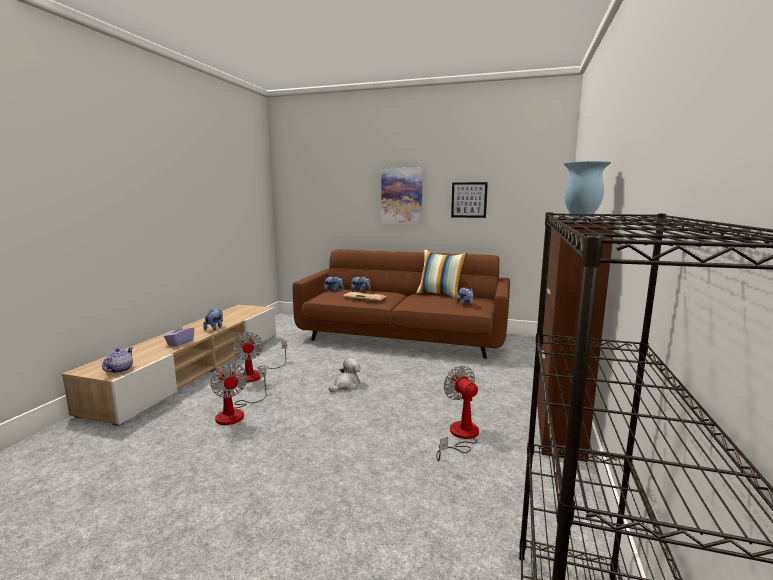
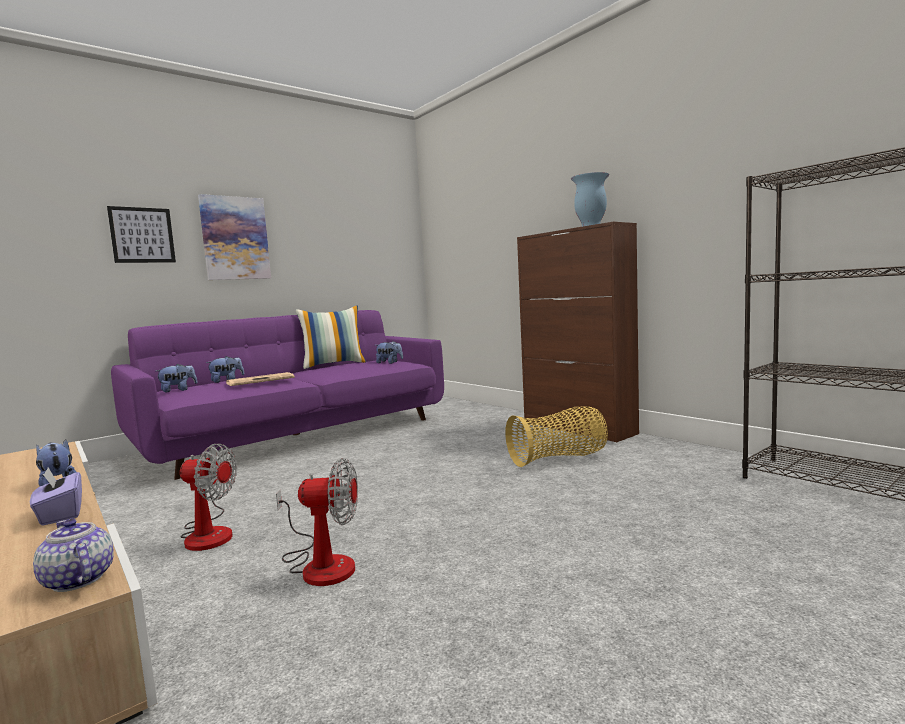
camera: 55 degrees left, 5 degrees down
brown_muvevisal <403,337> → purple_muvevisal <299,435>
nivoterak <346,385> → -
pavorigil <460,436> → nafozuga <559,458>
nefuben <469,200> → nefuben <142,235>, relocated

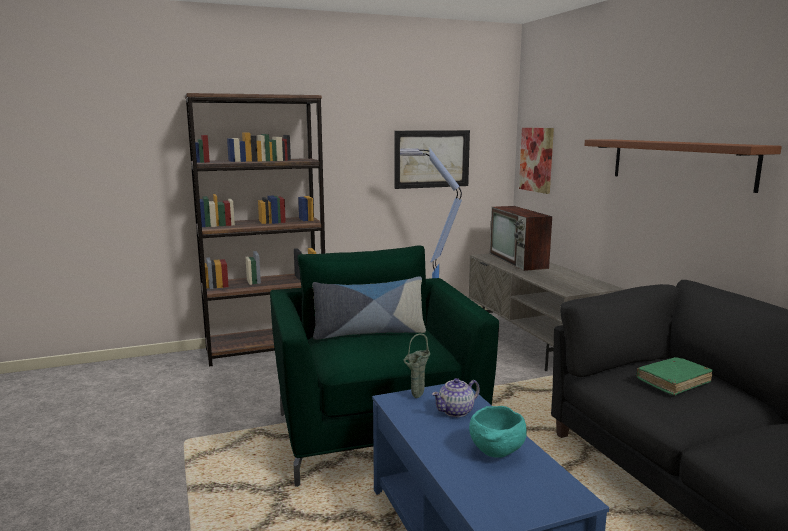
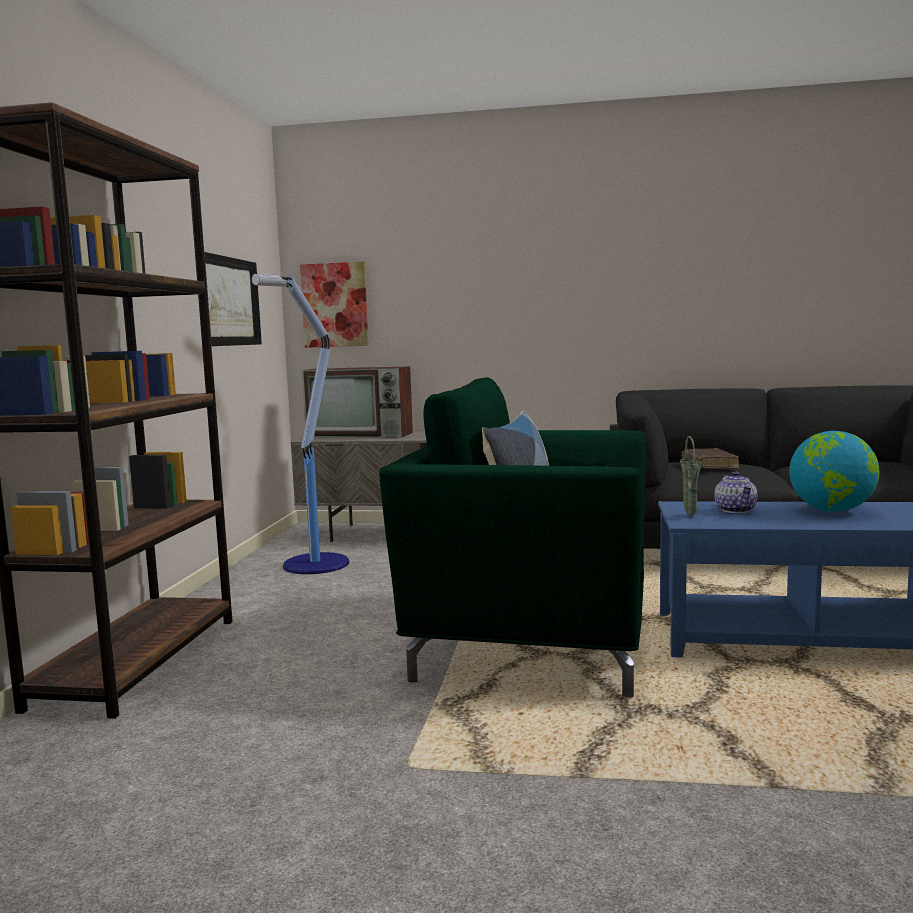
camera: 60 degrees left, 5 degrees down
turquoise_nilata <496,453> → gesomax <832,511>
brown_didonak <679,162> → -
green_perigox <673,382> → brown_perigox <709,466>

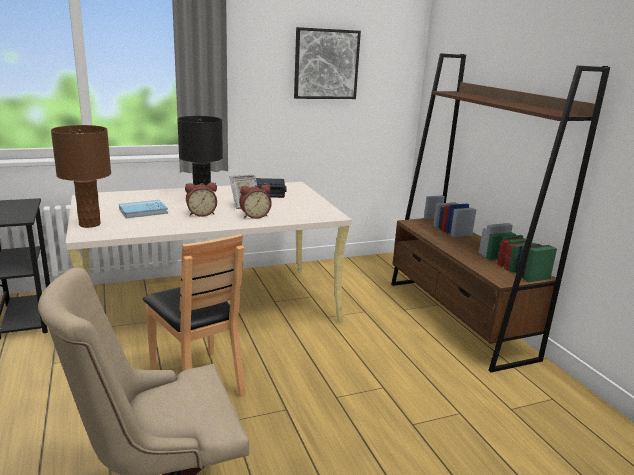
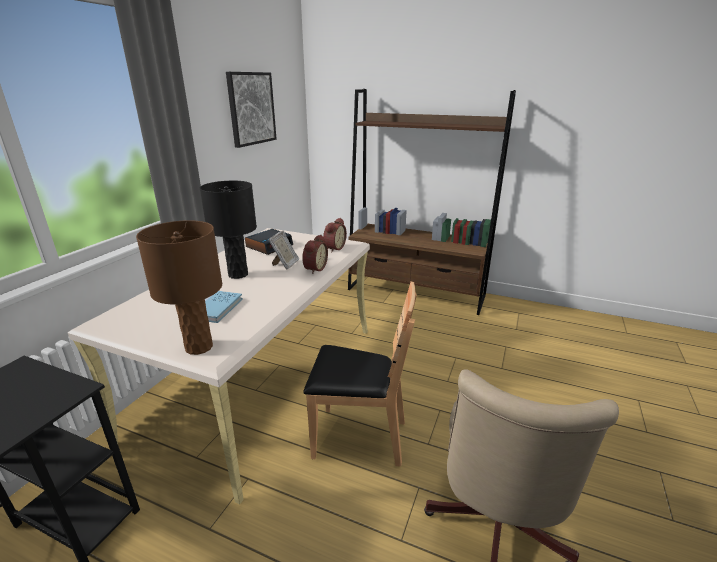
camera: 45 degrees left, 5 degrees up
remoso <201,213> → remoso <333,248>, relocated

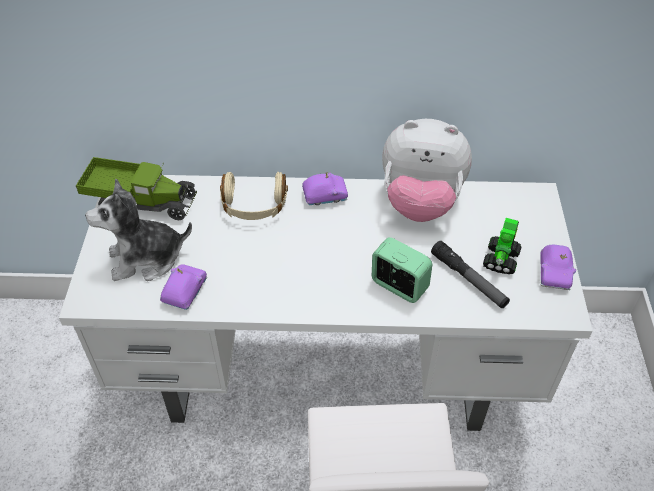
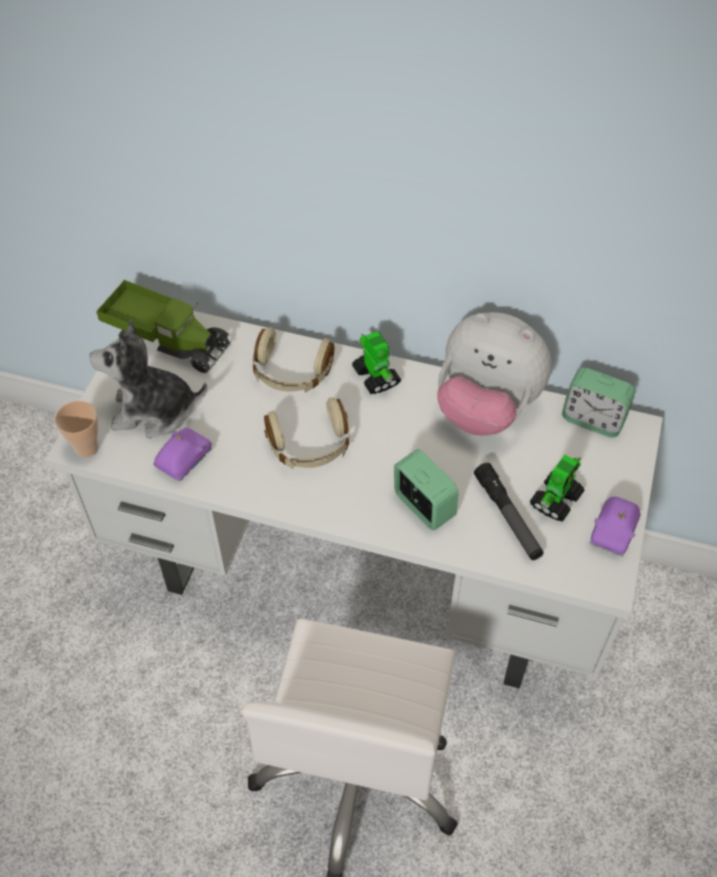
camera: 15 degrees right, 5 degrees up
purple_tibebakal <324,196> → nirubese <376,376>
- → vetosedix <87,448>
- → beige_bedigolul <310,446>
- → remoso <593,419>

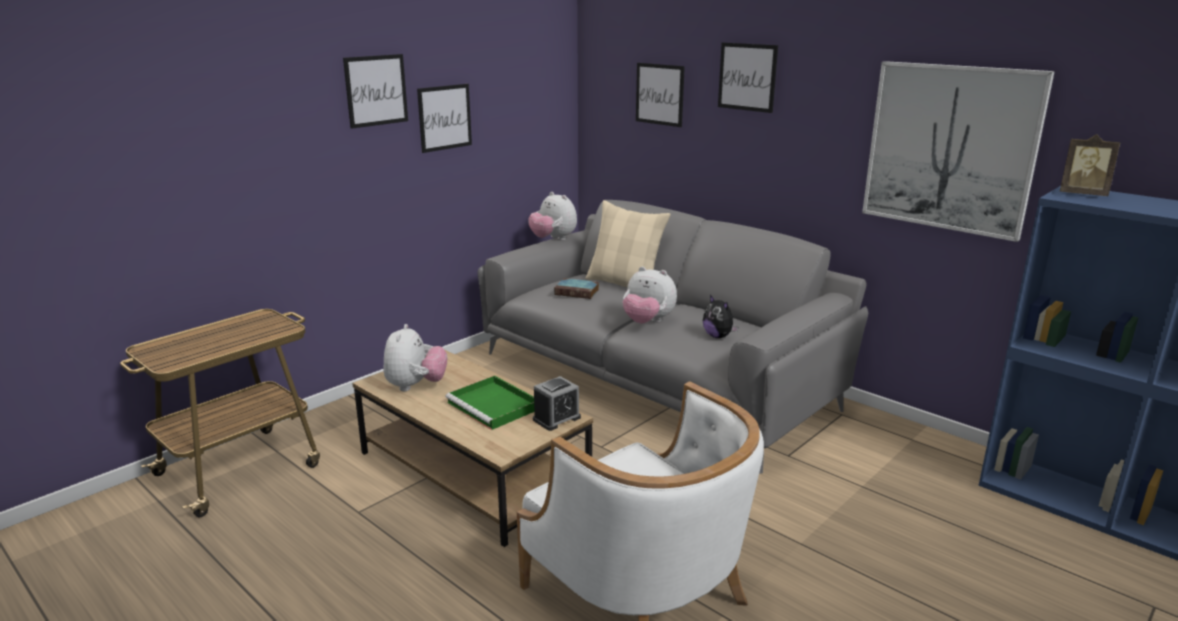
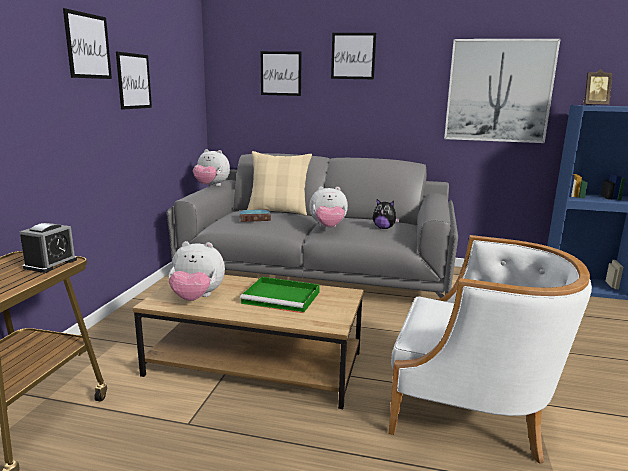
camera: 30 degrees left, 5 degrees down
nivoterak <415,386> → nivoterak <197,298>, 120 degrees clockwise
remoso <556,418> → remoso <50,264>, relocated

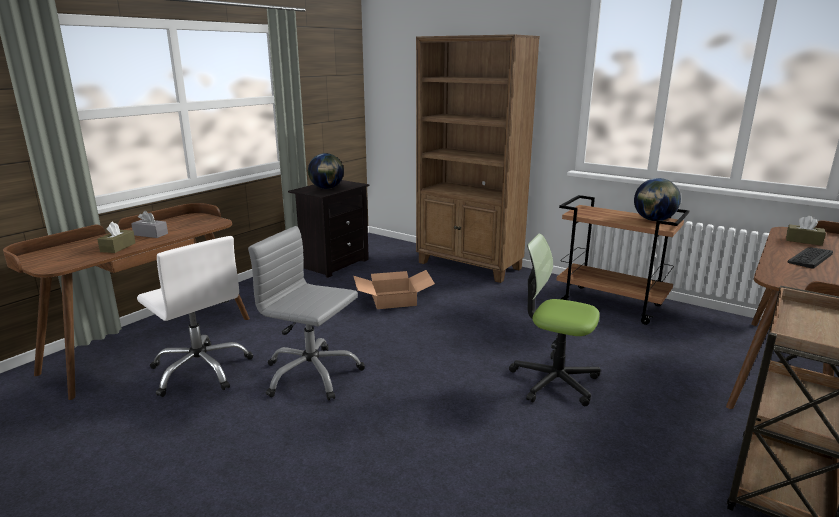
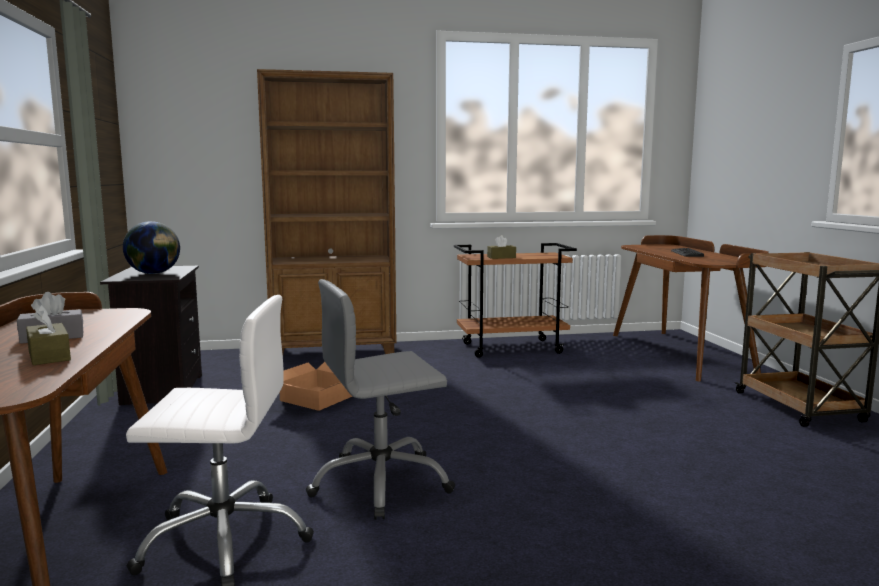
camera: 45 degrees left, 10 degrees down
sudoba <554,381> → -
gesomax <653,220> → -
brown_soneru <803,241> → brown_soneru <501,257>, relocated

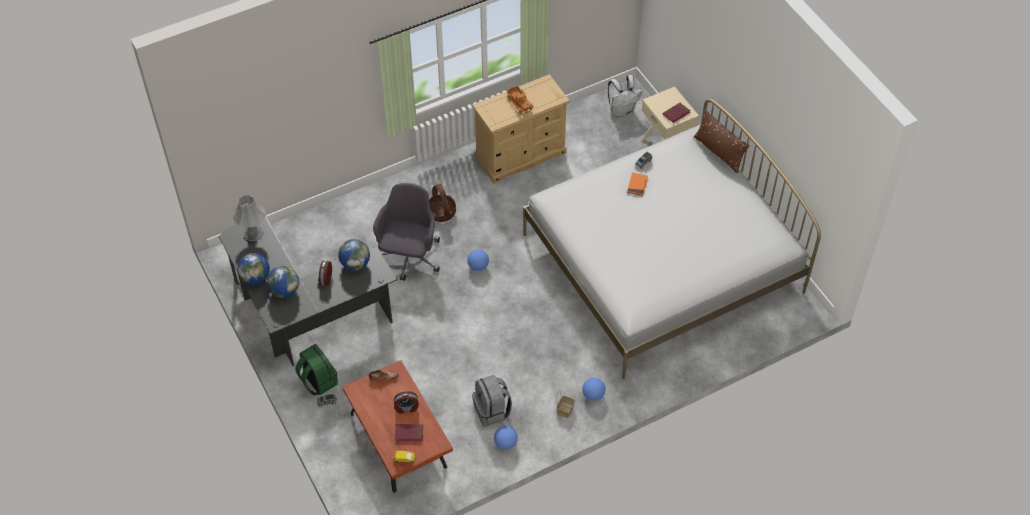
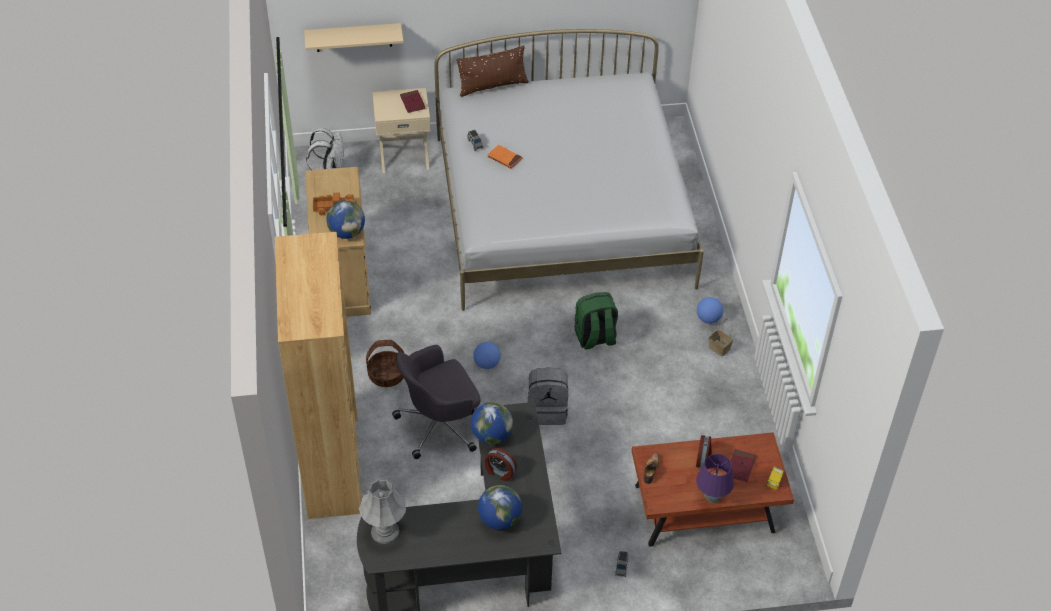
camera: 70 degrees left, 5 degrees down
gesomax <255,278> → gesomax <347,233>, relocated
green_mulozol <318,381> → green_mulozol <595,338>, relocated
grey_sudoba <409,257> → grey_sudoba <440,425>, 60 degrees counterclockwise
grey_mulozol <492,410> → grey_mulozol <547,410>, relocated
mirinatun <505,443> → -
- → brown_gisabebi <333,464>
- → beige_didonak <353,37>
- → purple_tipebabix <712,497>

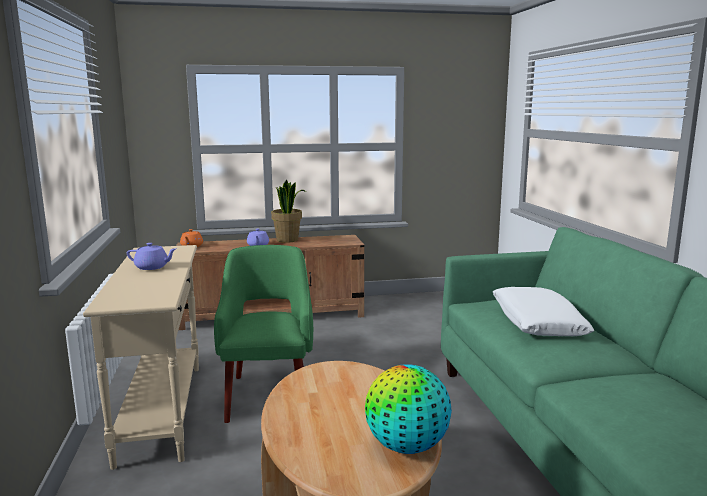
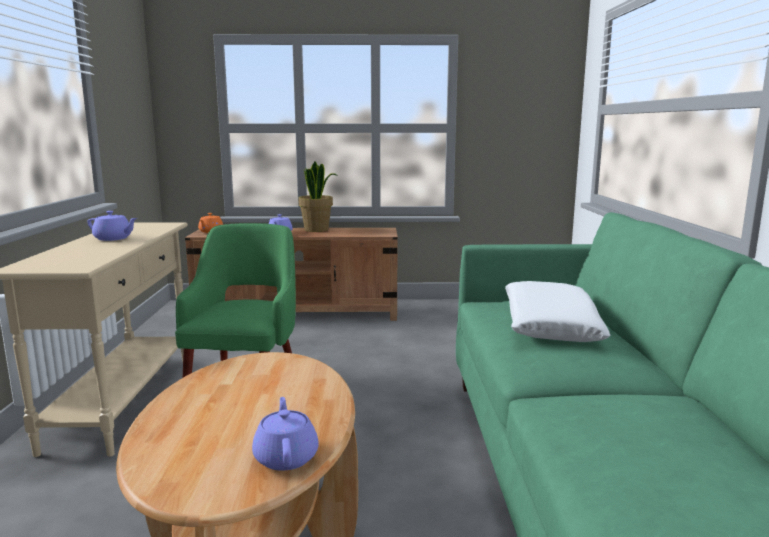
camera: 10 degrees right, 0 degrees up
gesomax <406,446> → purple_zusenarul <286,457>

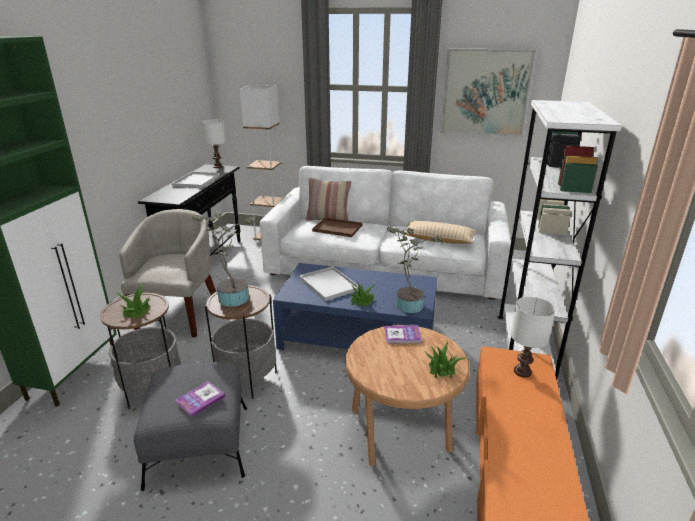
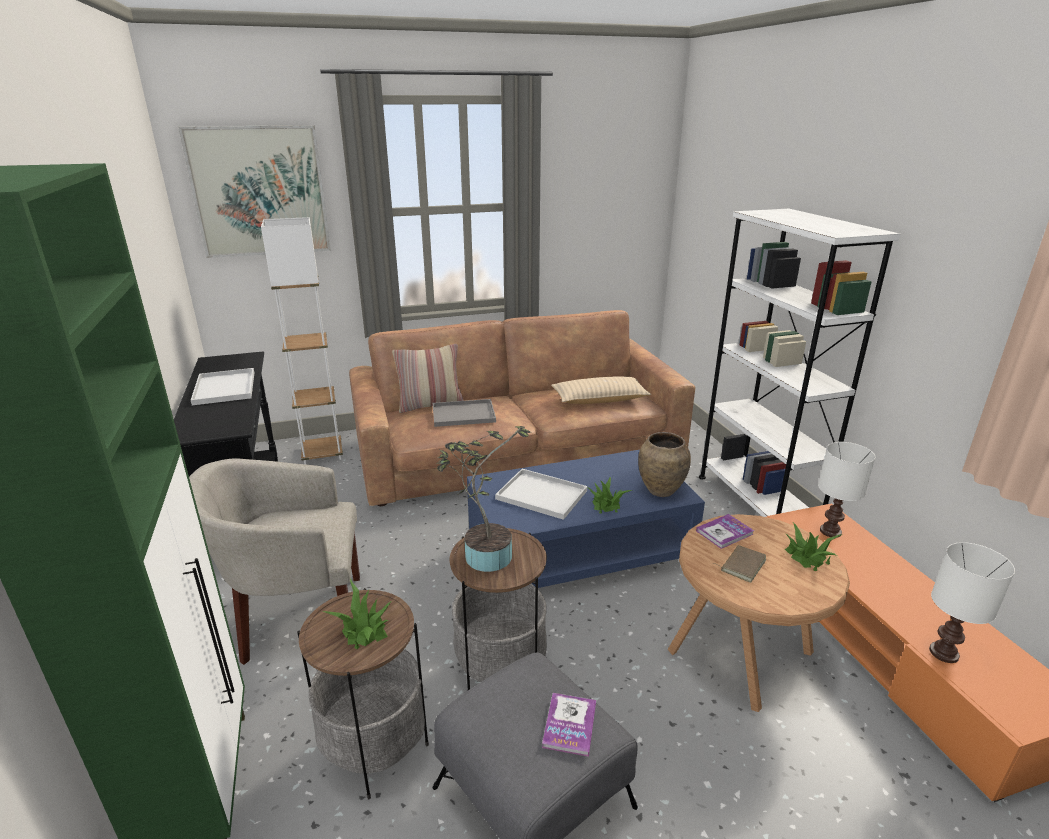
camera: 30 degrees left, 0 degrees up
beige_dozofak <179,315> → beige_dozofak <297,615>, 75 degrees counterclockwise
white_tipebabix <217,166> → white_tipebabix <942,653>, relocated
white_muvevisal <385,266> → brown_muvevisal <518,450>
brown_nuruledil <336,228> → grey_nuruledil <462,414>
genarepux <408,304> → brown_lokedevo <660,491>
nefuben <485,93> → nefuben <260,192>, relocated
- → brown_perigox <741,565>

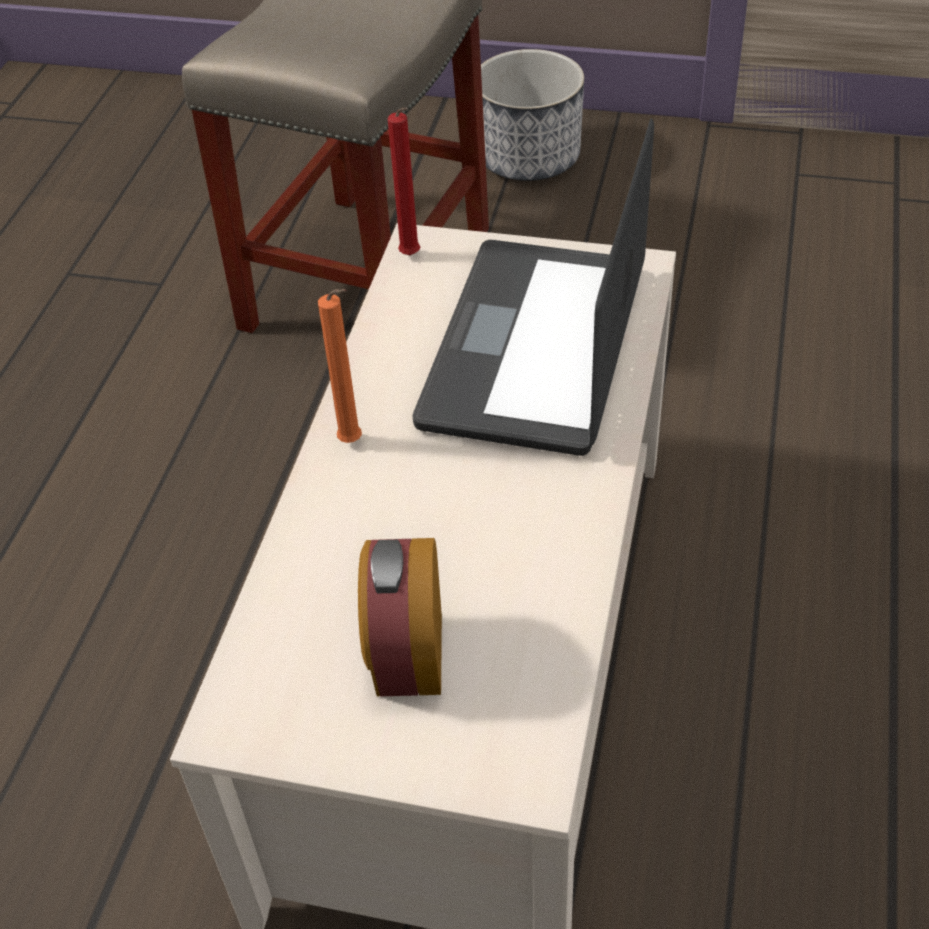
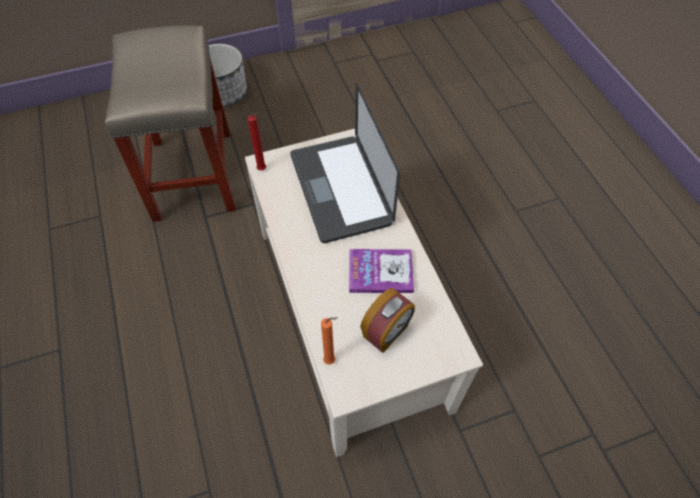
camera: 35 degrees left, 10 degrees up
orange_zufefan <353,443> → orange_zufefan <331,361>, relocated
remoso <407,655> → remoso <386,332>, 105 degrees counterclockwise
- → perigox <380,272>

